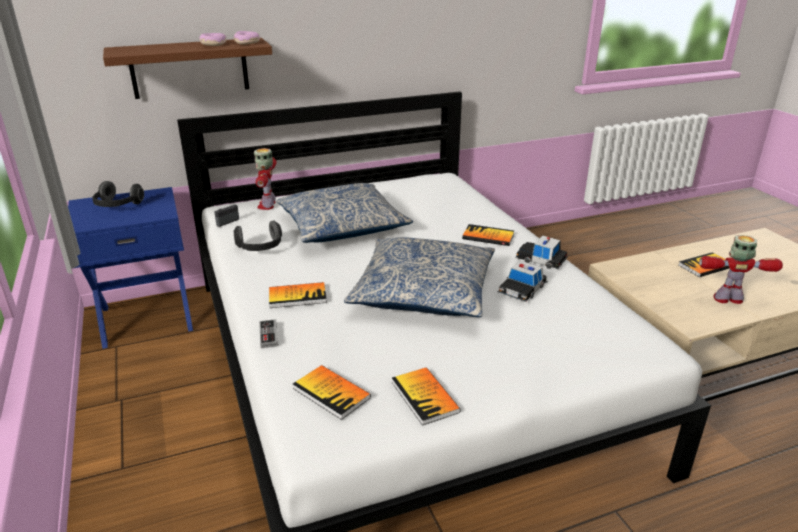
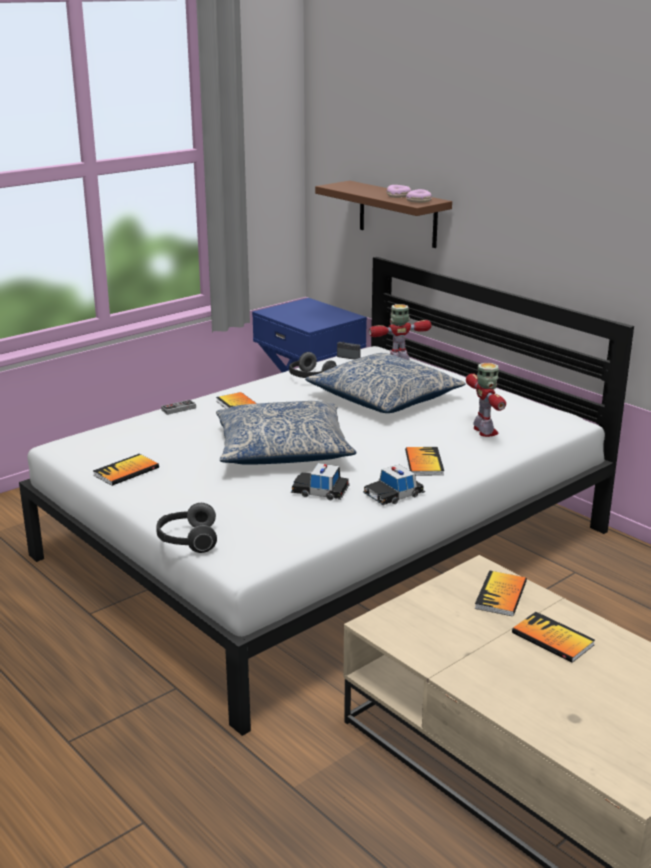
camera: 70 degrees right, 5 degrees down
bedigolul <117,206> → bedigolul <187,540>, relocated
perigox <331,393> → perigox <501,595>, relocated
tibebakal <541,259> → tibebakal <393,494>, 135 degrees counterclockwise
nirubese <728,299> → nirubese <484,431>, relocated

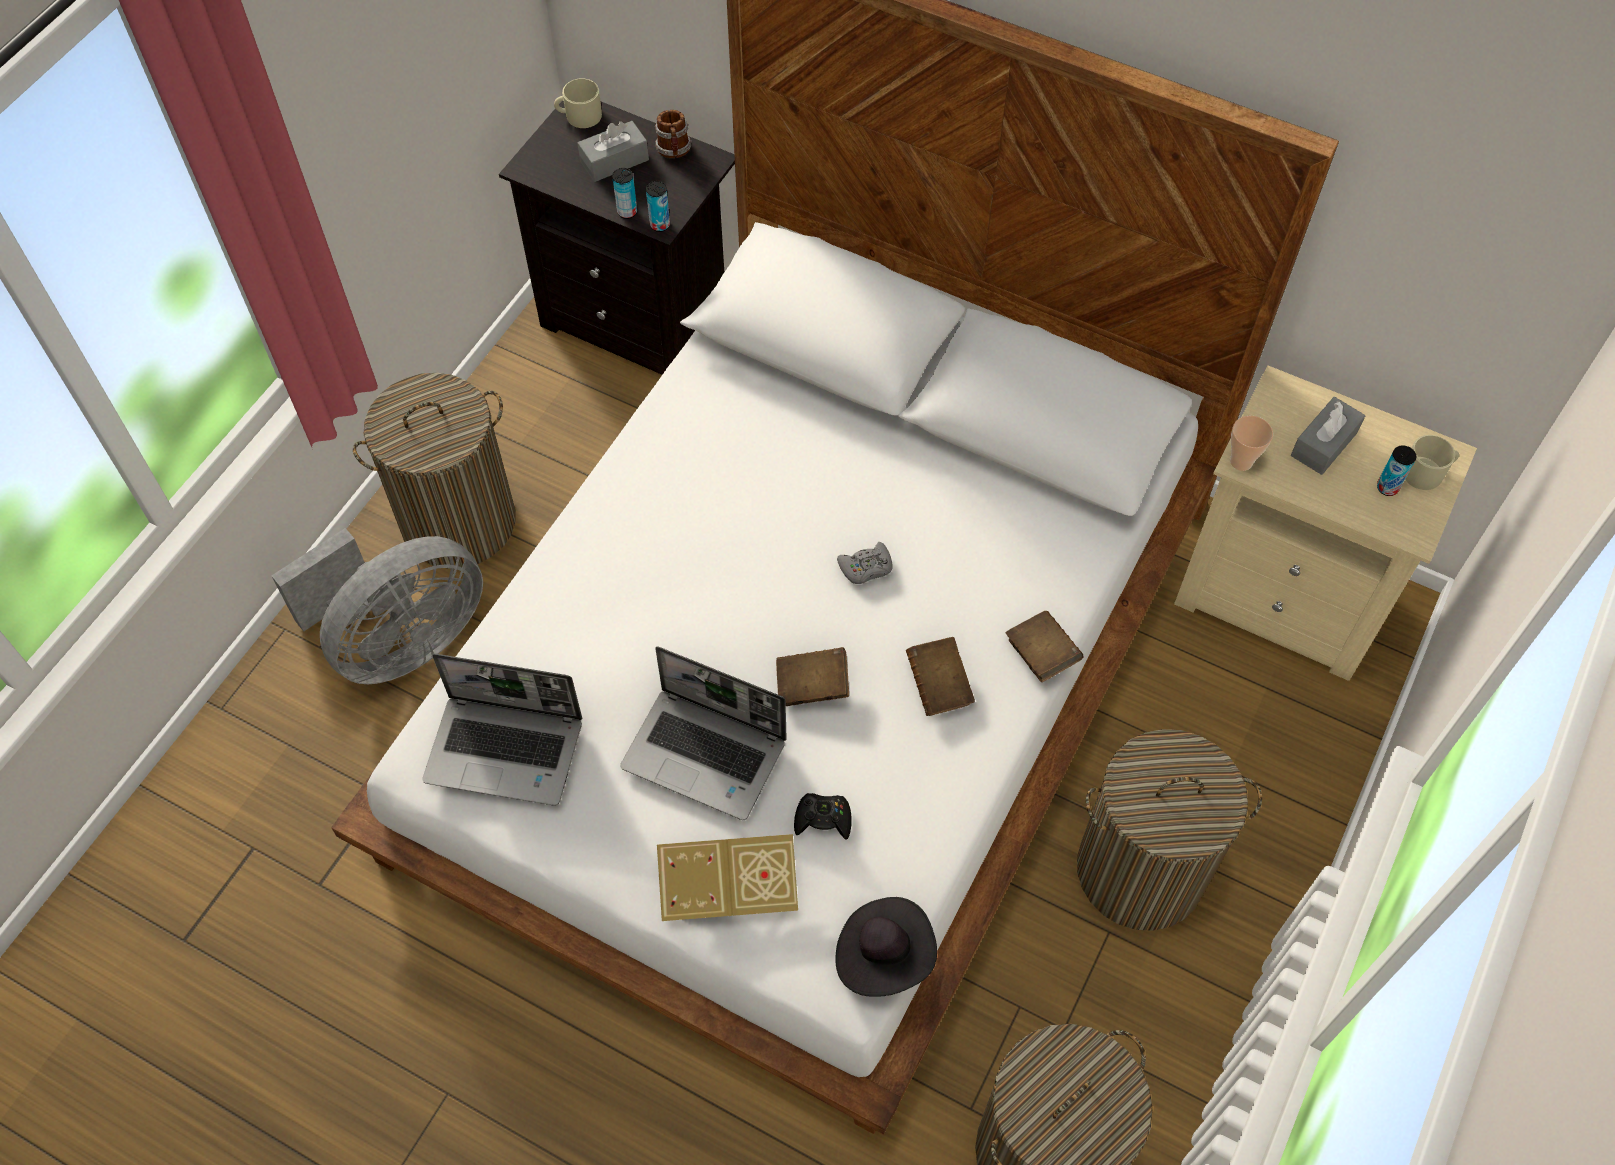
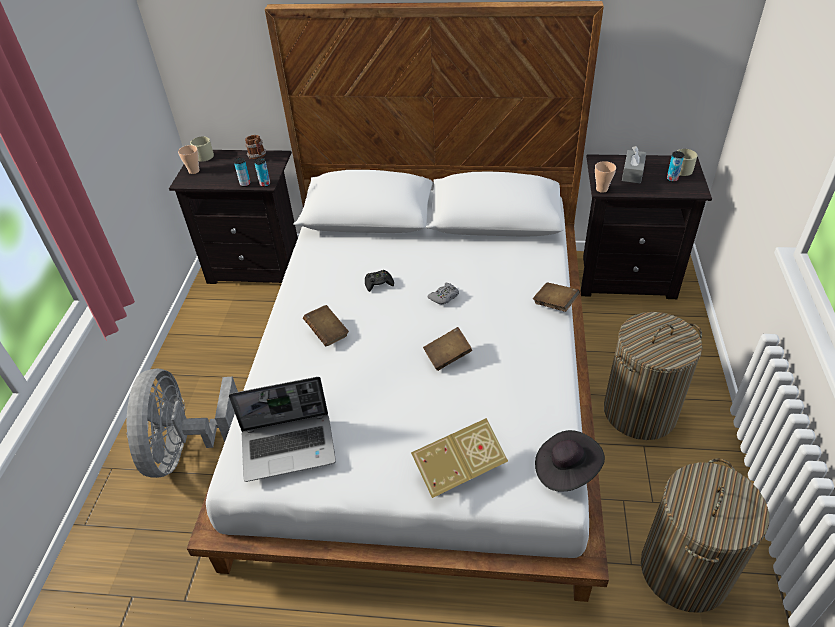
camera: 20 degrees left, 15 degrees down
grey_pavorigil <402,642> → grey_pavorigil <187,449>, 150 degrees clockwise
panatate <459,521> → -
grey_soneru <614,161> → -
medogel <707,754> → -
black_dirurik <823,819> → black_dirurik <378,283>, relocated
brown_perigox <938,685> → brown_perigox <327,333>, relocated
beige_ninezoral <1283,595> → black_ninezoral <625,276>
- → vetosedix <194,171>

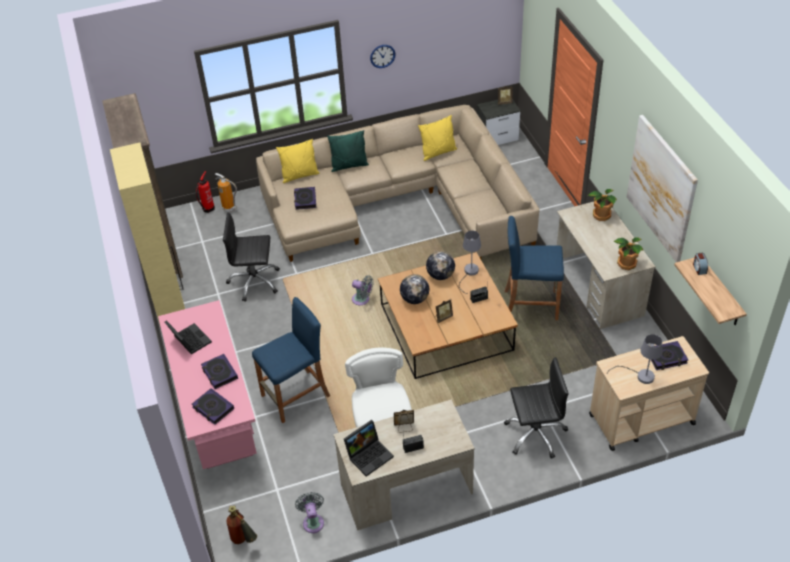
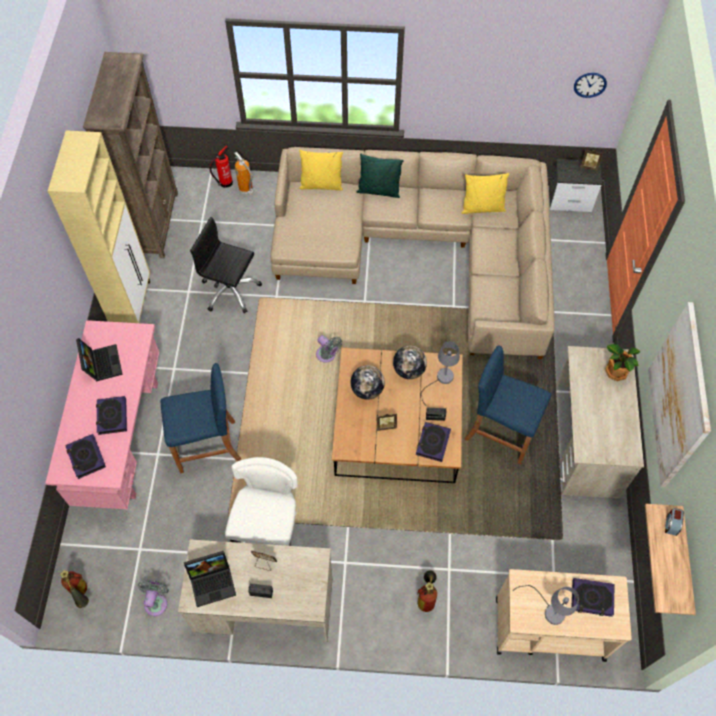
camera: 20 degrees right, 15 degrees up
perigox <305,200> → perigox <432,443>, relocated
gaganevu <382,56> → gaganevu <590,85>, relocated
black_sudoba <535,434> → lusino <426,596>
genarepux <626,263> → -

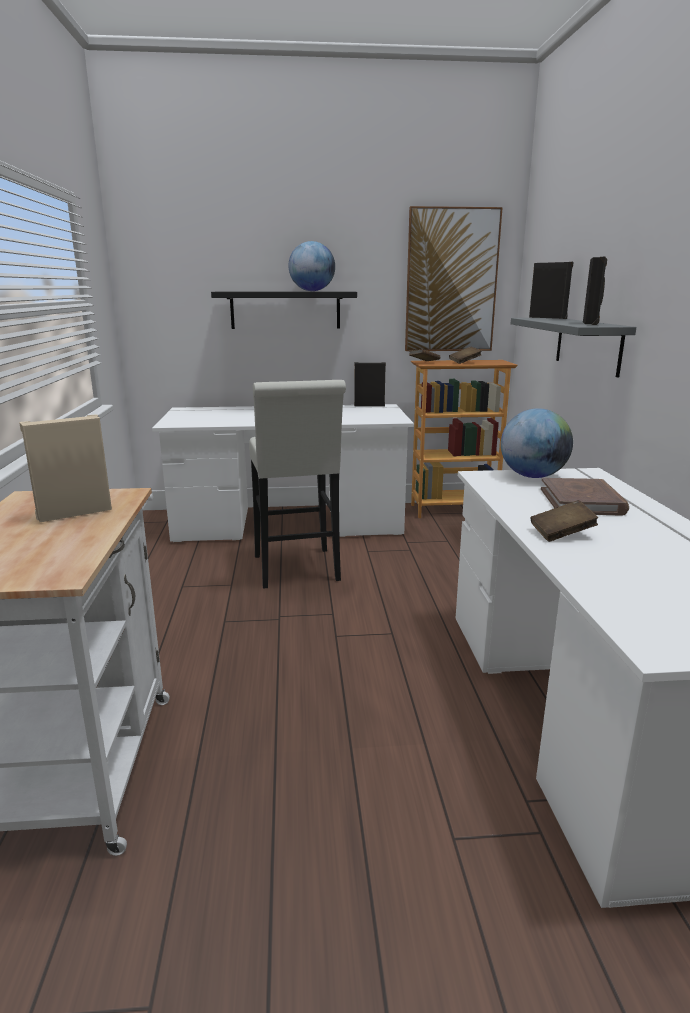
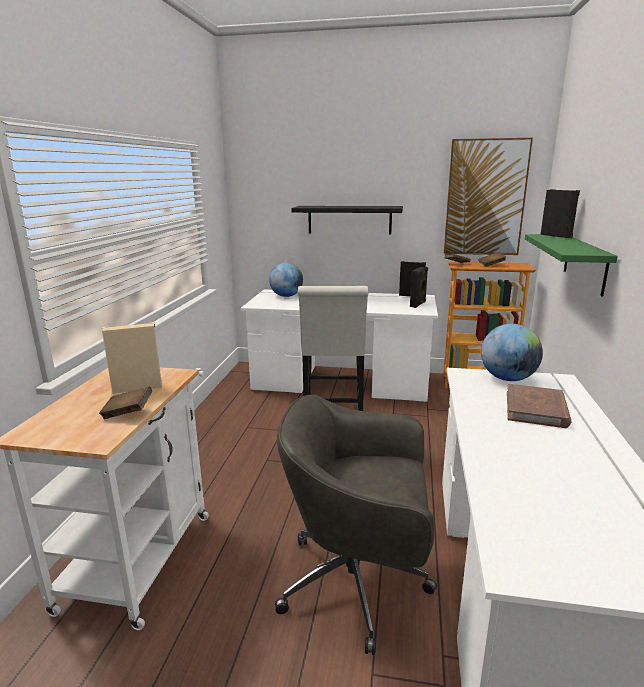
camera: 15 degrees right, 0 degrees up
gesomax <312,291> → gesomax <286,296>, relocated
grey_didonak <588,345> → green_didonak <585,263>
brown_perigox <562,534> → brown_perigox <128,413>, relocated
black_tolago <591,323> → black_tolago <418,304>, relocated
- → grey_sudoba <358,583>

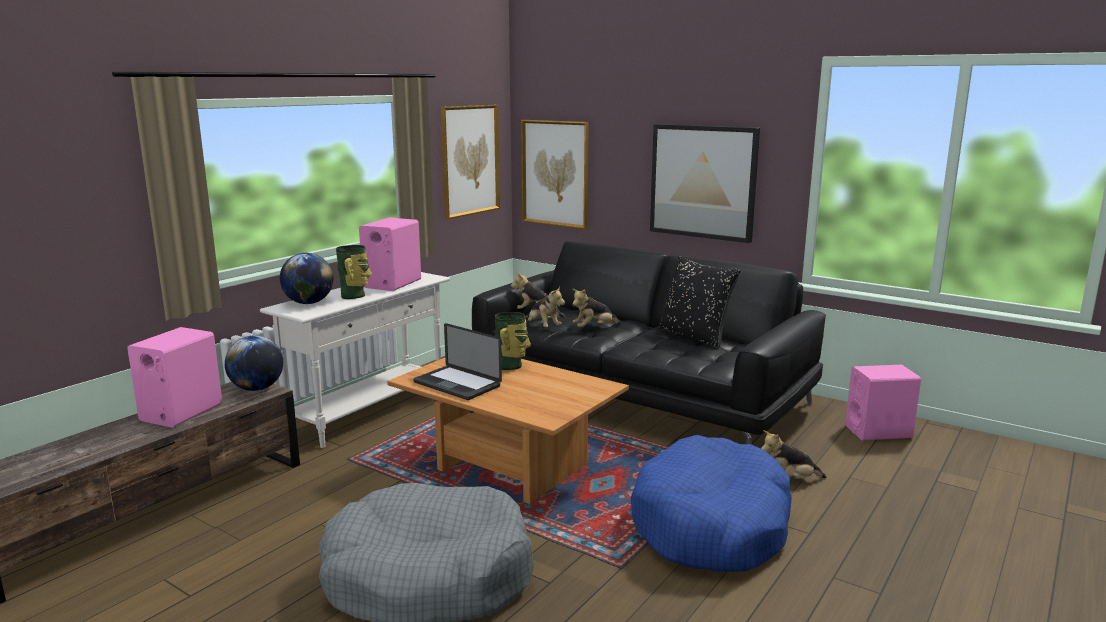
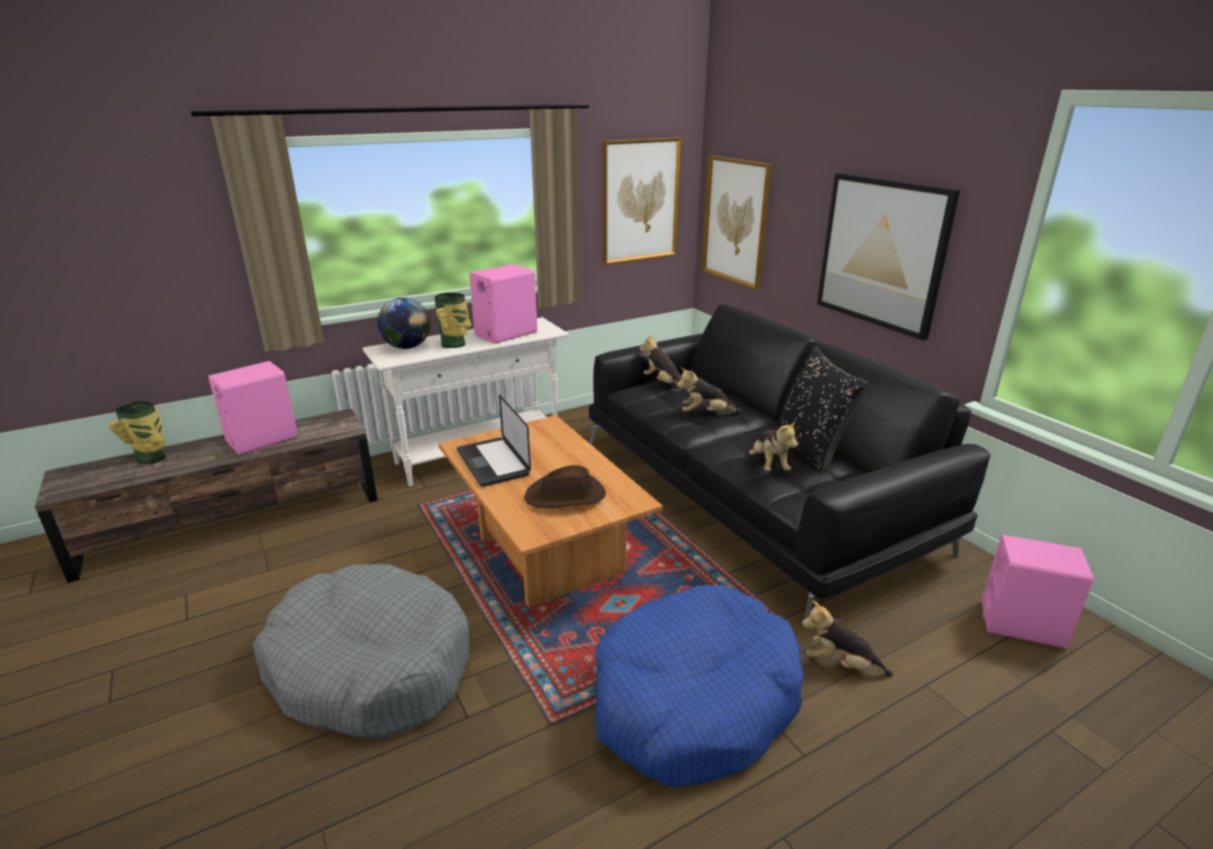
camera: 25 degrees right, 10 degrees up
gesomax <257,388> → -
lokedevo <511,366> → lokedevo <152,458>, relocated
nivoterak <543,327> → nivoterak <768,465>, relocated
- → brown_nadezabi <566,496>

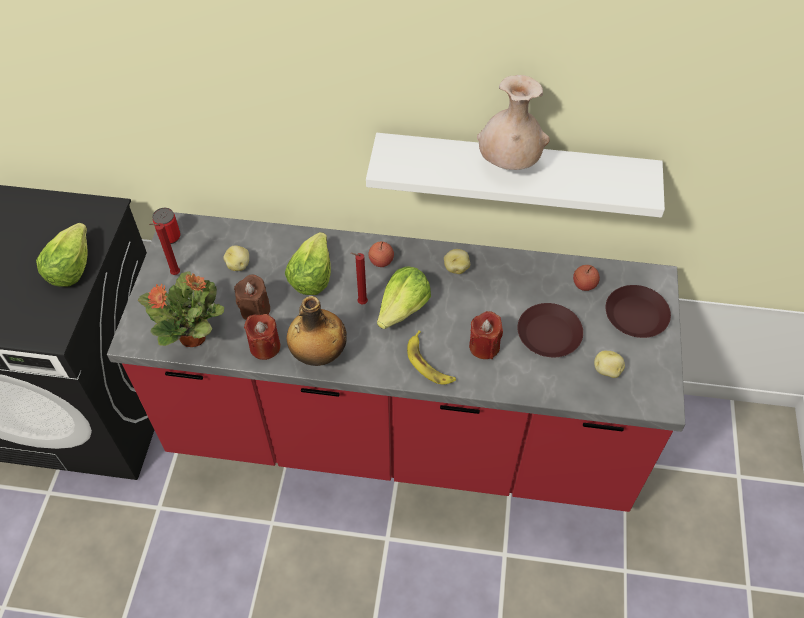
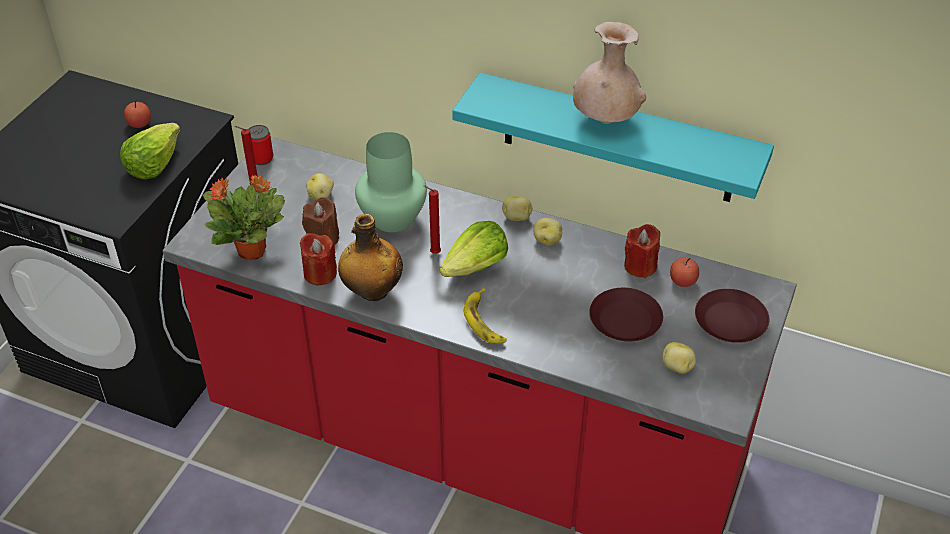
camera: 15 degrees right, 10 degrees down
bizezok <311,275> → green_lokedevo <391,219>
white_didonak <513,172> → turquoise_didonak <618,139>
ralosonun <381,261> → ralosonun <139,124>, relocated
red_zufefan <484,346> → red_zufefan <640,266>, relocated
- → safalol <517,218>

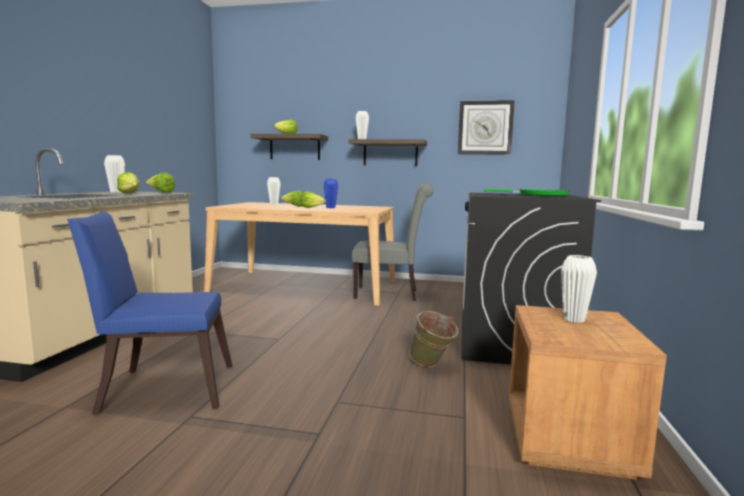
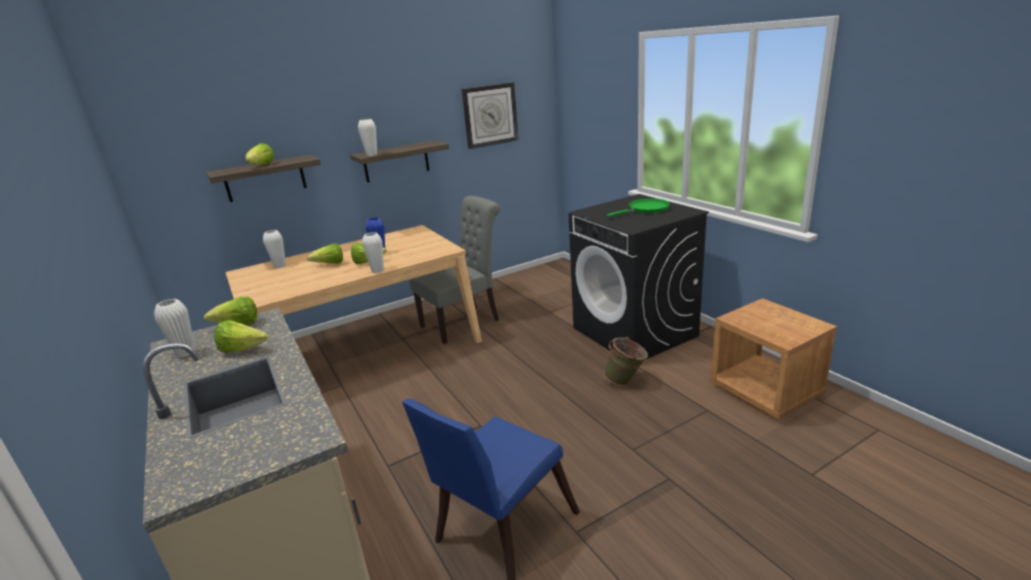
camera: 40 degrees left, 15 degrees up
white_lokedevo <574,319> → white_lokedevo <377,270>, relocated

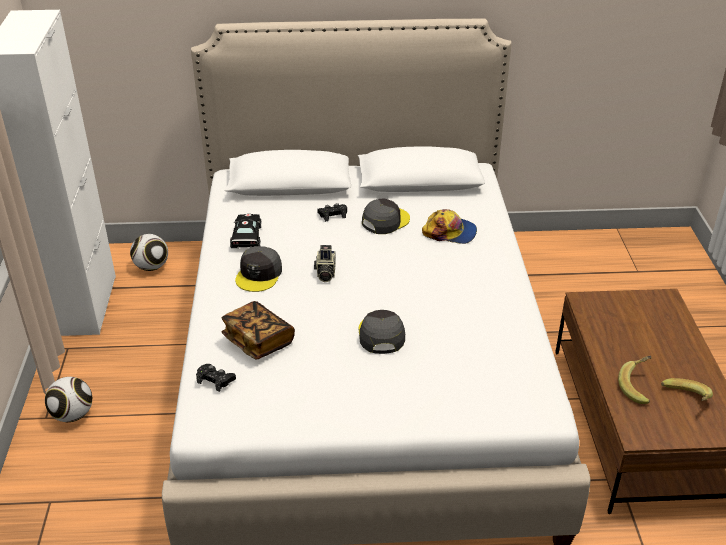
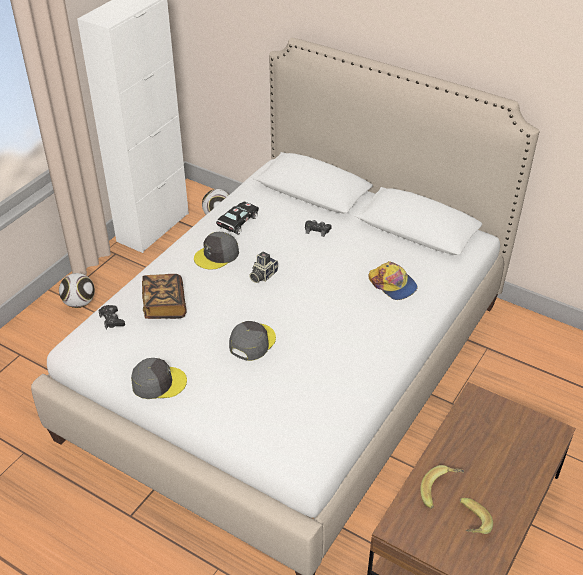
camera: 35 degrees right, 5 degrees up
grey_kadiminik <385,221> → grey_kadiminik <158,382>, relocated

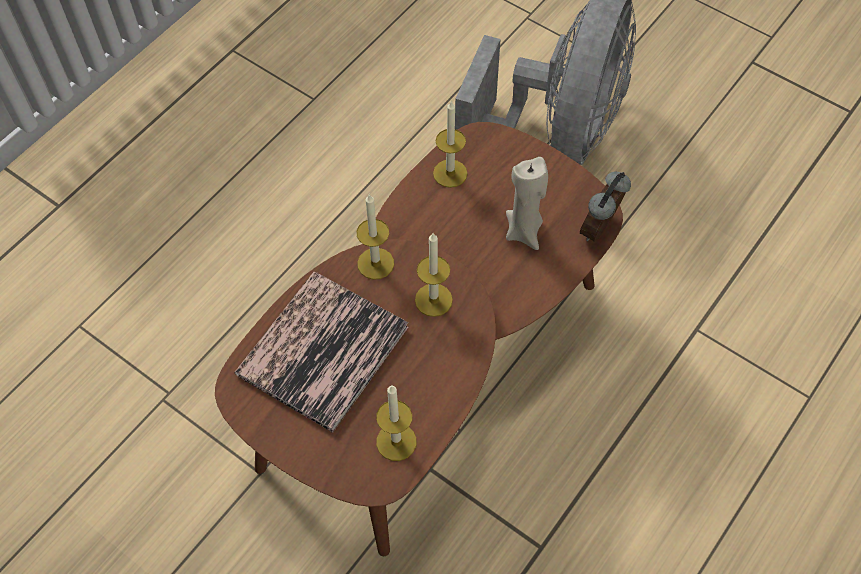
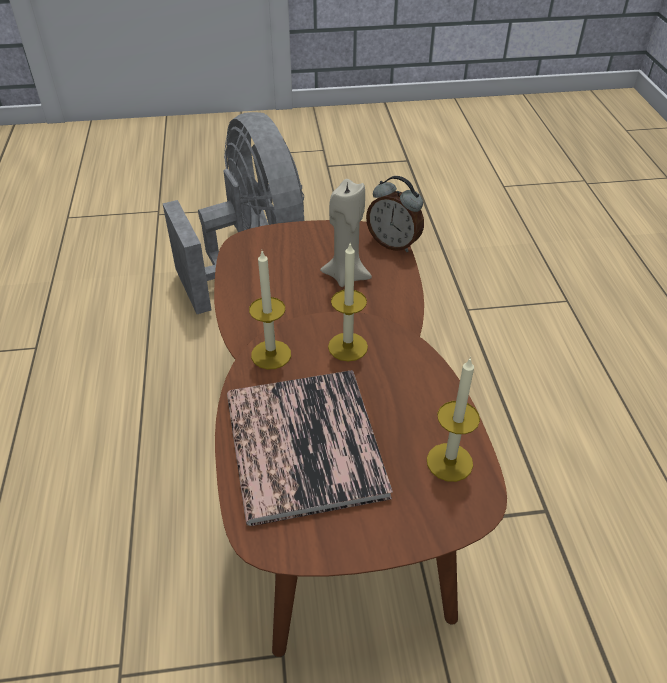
camera: 45 degrees left, 15 degrees down
zufefan <450,173> → -
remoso <601,229> → remoso <394,244>, 45 degrees counterclockwise

